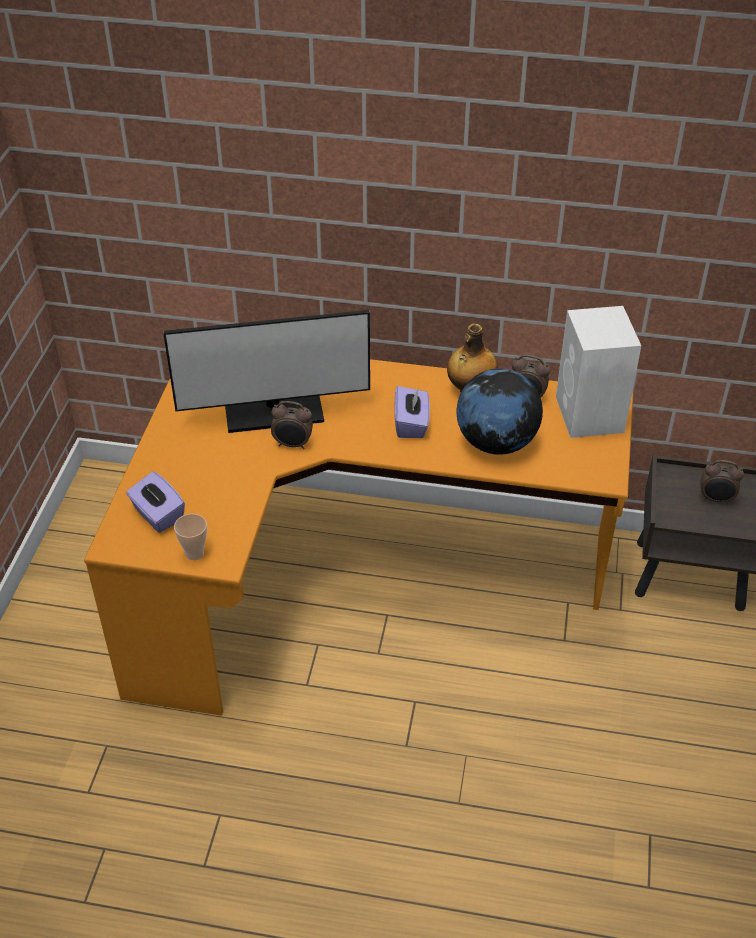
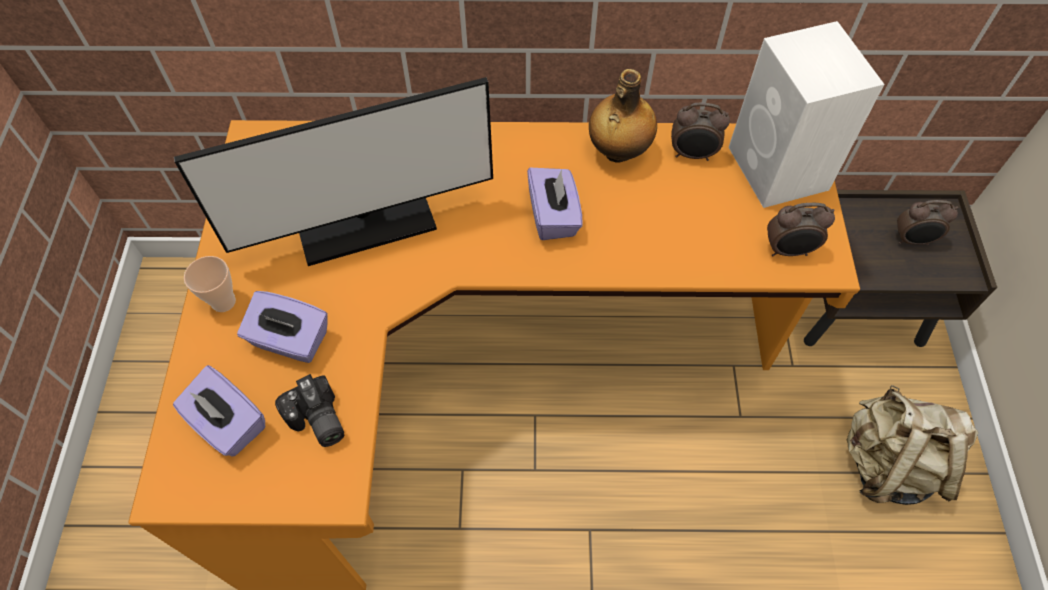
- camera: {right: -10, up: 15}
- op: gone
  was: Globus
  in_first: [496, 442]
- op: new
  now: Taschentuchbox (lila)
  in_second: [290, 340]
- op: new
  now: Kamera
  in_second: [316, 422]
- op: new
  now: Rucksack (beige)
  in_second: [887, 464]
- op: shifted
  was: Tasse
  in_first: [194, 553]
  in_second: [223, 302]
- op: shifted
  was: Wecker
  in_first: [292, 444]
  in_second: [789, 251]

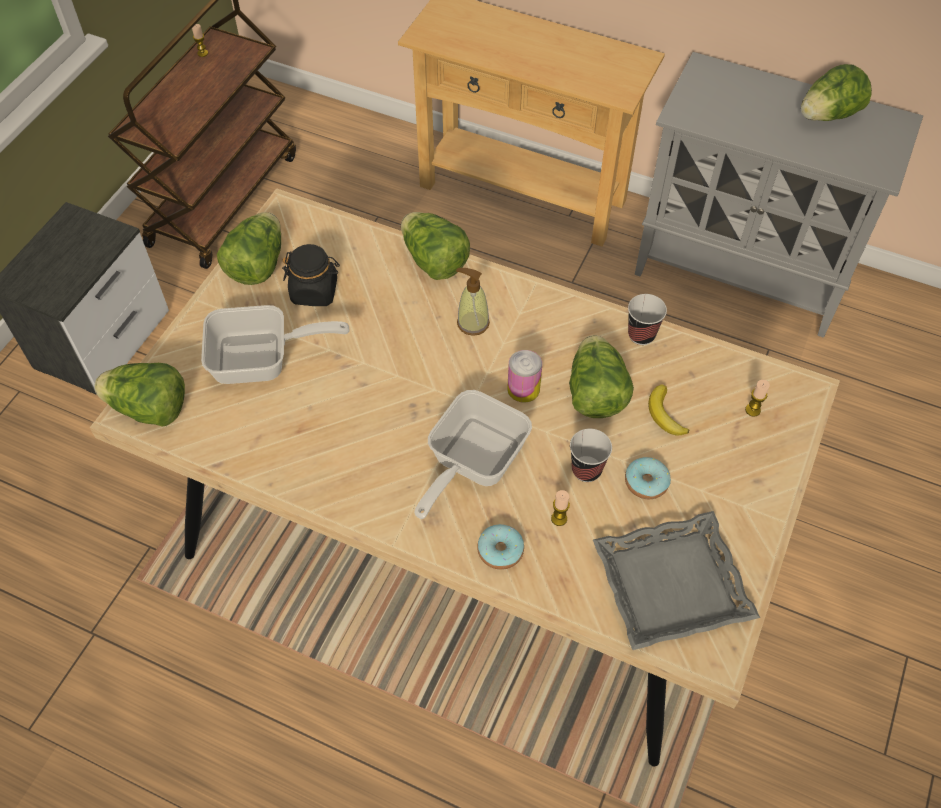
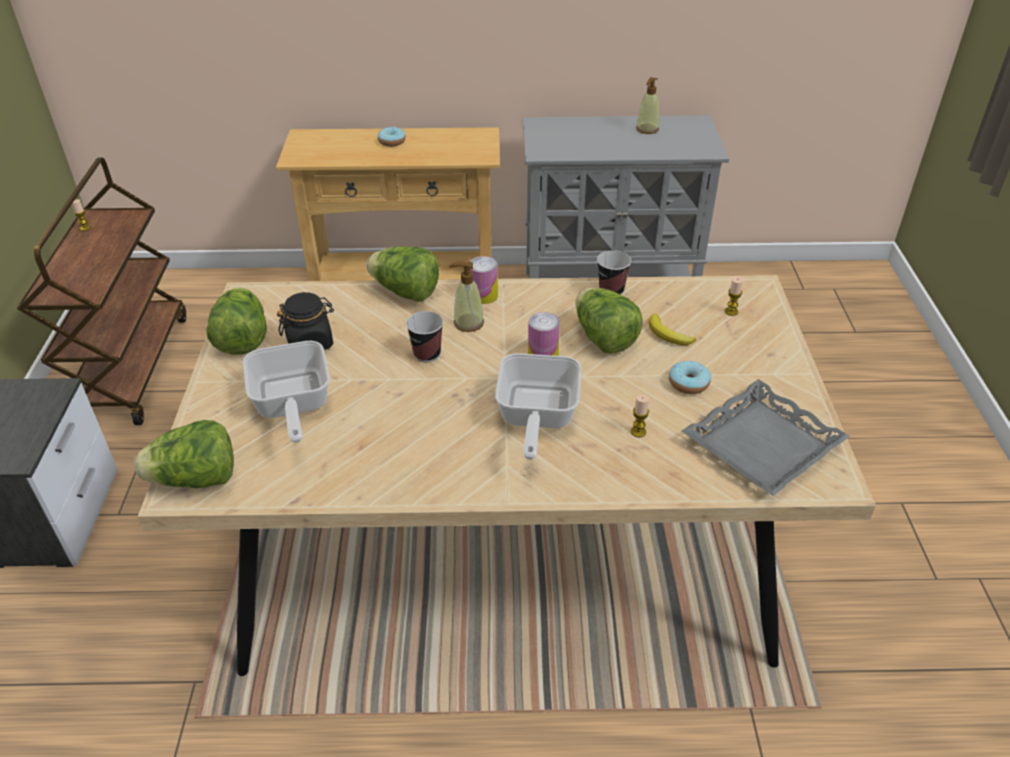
- camera: {right: -25, up: -15}
- op: new
  now: Dose
  in_second: [483, 295]
- op: shifted
  was: Donut
  in_first: [500, 551]
  in_second: [392, 142]
- op: shifted
  was: Tasse
  in_first: [586, 470]
  in_second: [427, 354]
- op: swapped
  was: Salatkopf
  now: Seifenspender
  in_first: [828, 115]
  in_second: [647, 129]
- op: rotated
  was: Pfanne
  in_first: [262, 361]
  in_second: [291, 406]
  clockwise: 105

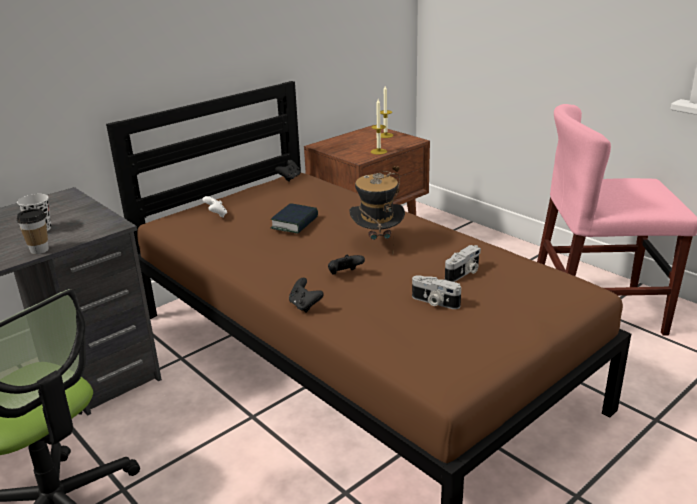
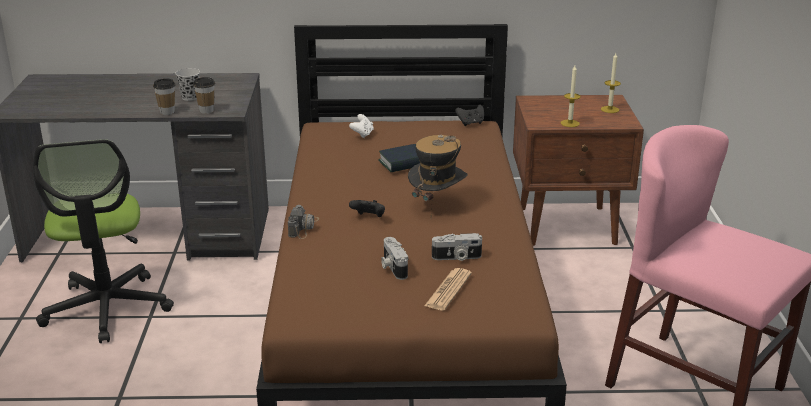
- camera: {right: 40, up: 0}
- op: new
  now: Tasse
  in_second: [206, 111]
- op: new
  now: Zeitung
  in_second: [448, 290]
- op: swapped
  was: Gamepad (schwarz)
  now: Kamera
  in_first: [305, 306]
  in_second: [303, 227]

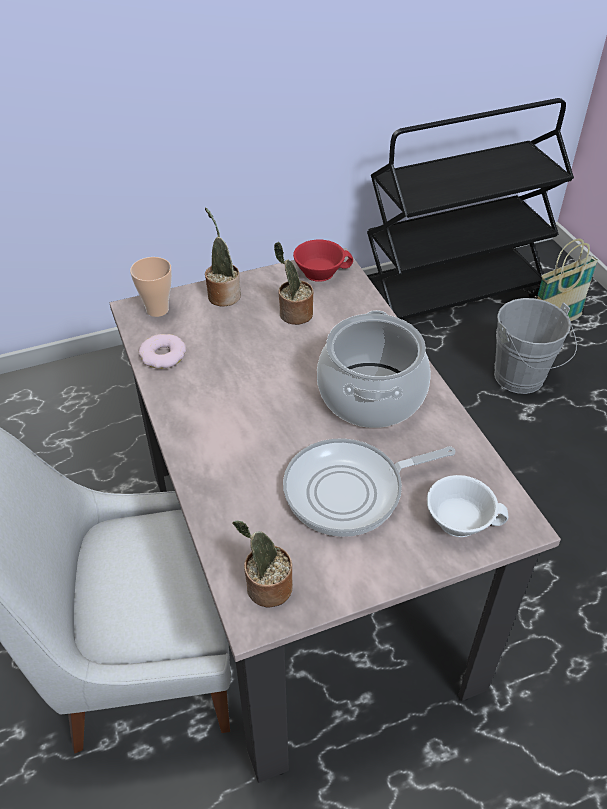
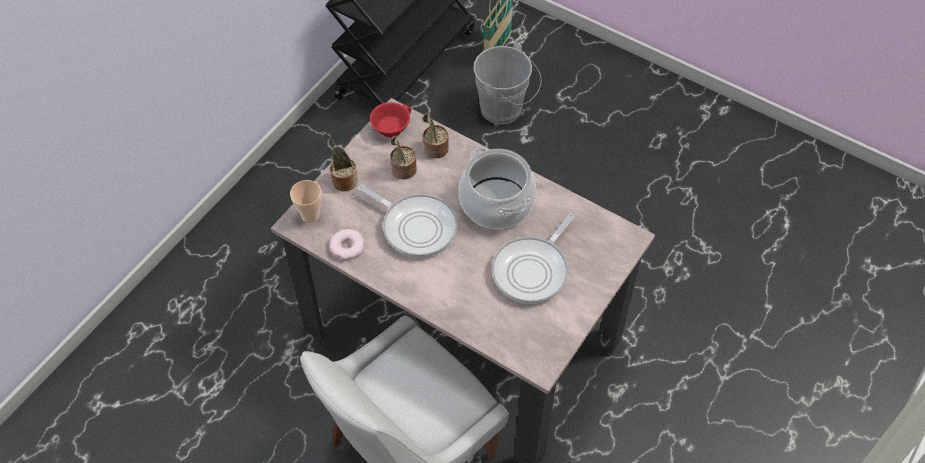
- camera: {right: -35, up: 10}
- op: gone
  was: Tasse (weiß)
  in_first: [460, 518]
- op: new
  now: Pfanne
  in_second: [416, 226]
- op: shifted
  was: Topfpflanze
  in_first: [266, 588]
  in_second: [434, 150]

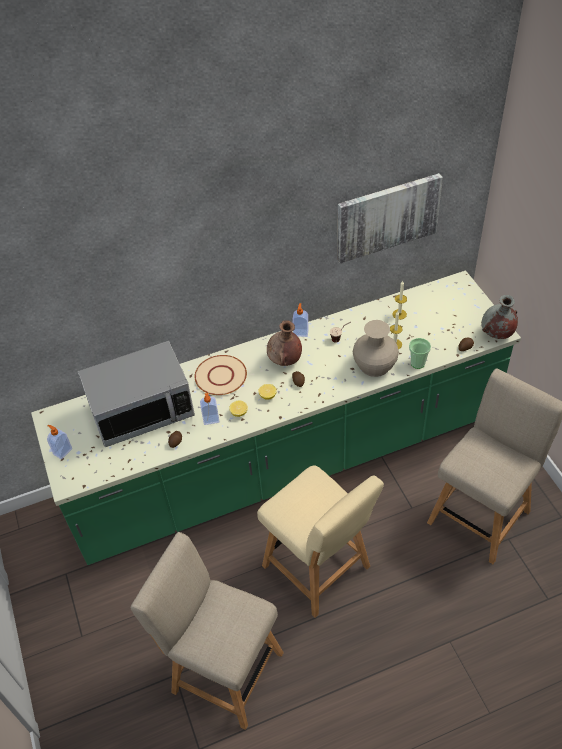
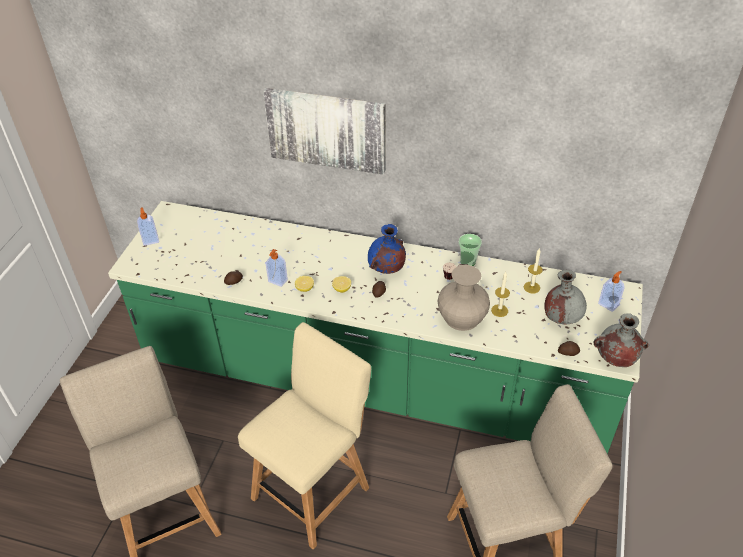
- camera: {right: 35, up: -5}
- op: gone
  was: Mikrowelle
  in_first: [142, 410]
- op: gone
  was: Teller (beige)
  in_first: [220, 376]
- op: new
  now: Vase (grau)
  in_second: [562, 318]
- op: shifted
  was: Seifenspender
  in_first: [300, 332]
  in_second: [608, 304]
- op: shifted
  was: Bild
  in_first: [387, 216]
  in_second: [326, 129]
- op: shifted
  was: Tasse
  in_first: [417, 363]
  in_second: [468, 261]
- op: repainted
  was: Vase (braun)
  now: Vase (blau)
  in_first: [285, 360]
  in_second: [386, 269]
- op: rotated
  was: Stuhl (beige)
  in_first: [319, 570]
  in_second: [314, 489]
  clockwise: -135

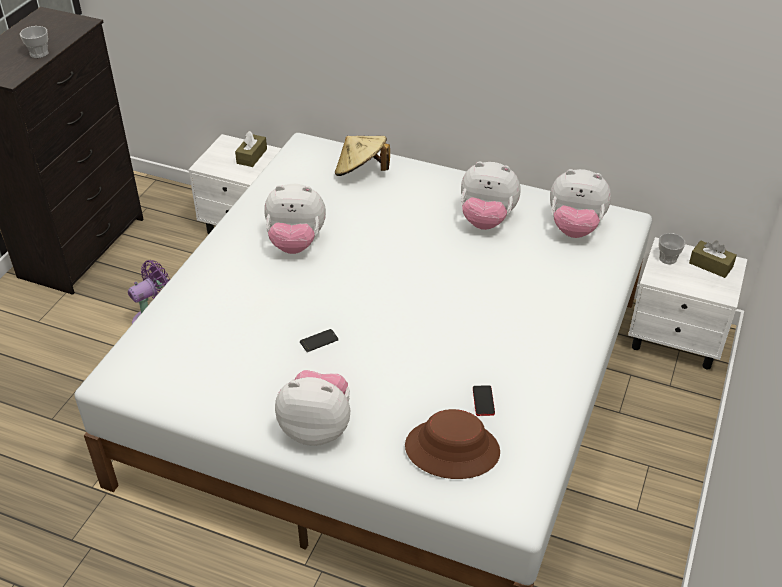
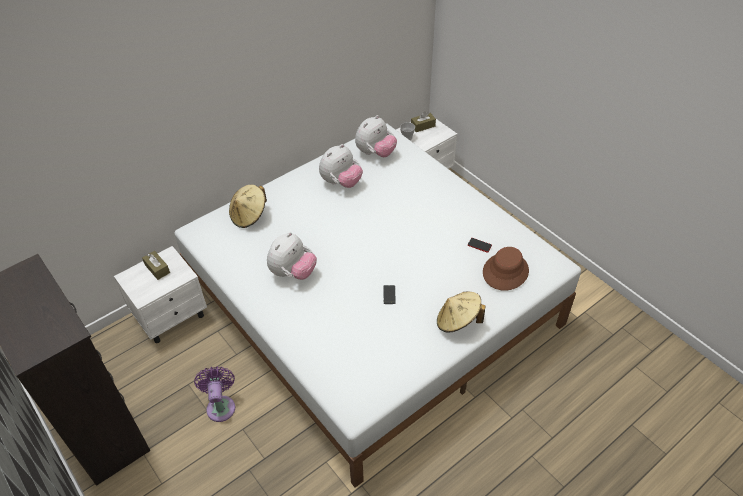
- camera: {right: -60, up: 5}
- op: gone
  was: Tasse
  in_first: [39, 53]
- op: swapped
  was: Plüschtier
  now: Hut (beige)
  in_first: [317, 427]
  in_second: [457, 321]

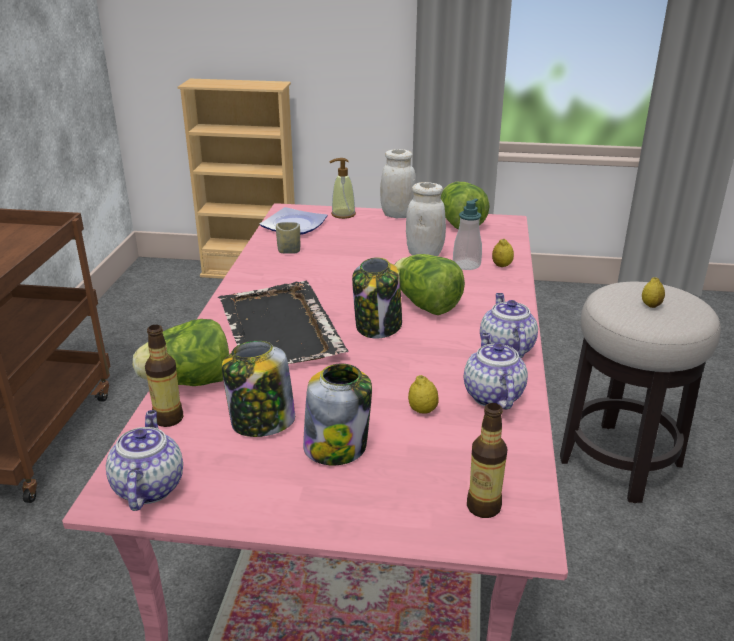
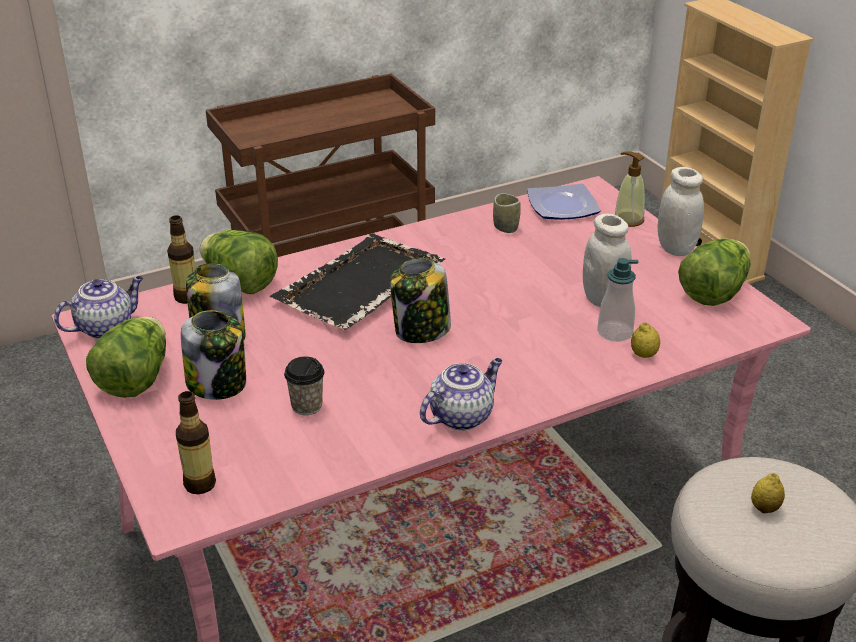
- camera: {right: 55, up: 5}
- op: gone
  was: Teekanne
  in_first: [492, 395]
- op: shifted
  was: Salatkopf
  in_first: [425, 305]
  in_second: [135, 379]
- op: swapped
  was: Zitrone
  now: Tasse
  in_first: [422, 410]
  in_second: [306, 406]

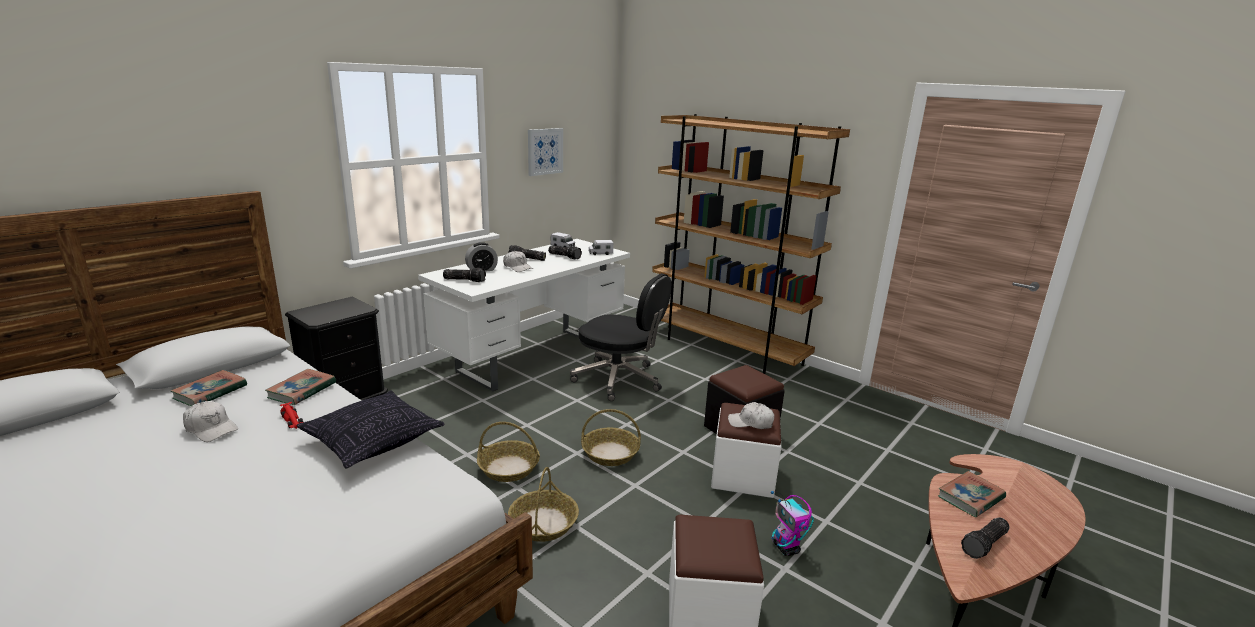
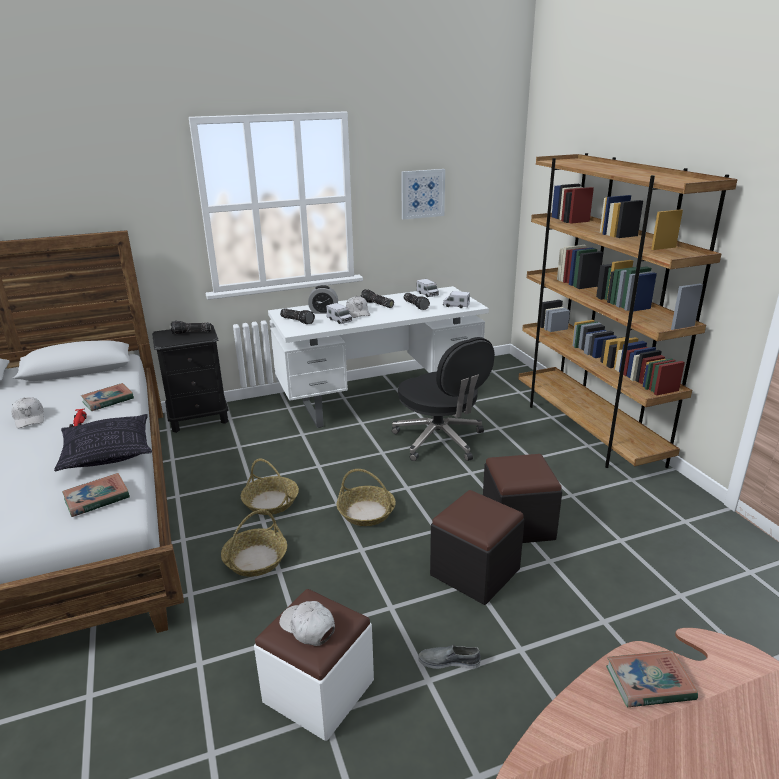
- camera: {right: 30, up: 5}
- op: new
  now: Spielzeuglaster
  in_second: [339, 320]
- op: shifted
  was: Buch
  in_first: [210, 392]
  in_second: [97, 498]
- op: shifted
  was: Kappe (weiß)
  in_first: [750, 423]
  in_second: [308, 628]
- op: shifted
  was: Taschenlampe
  in_first: [985, 545]
  in_second: [191, 333]
- op: swapped
  was: Spielzeugroboter
  now: Schuh (grau)
  in_first: [786, 548]
  in_second: [449, 661]
- op: repainted
  was: Polsterhocker (weiß)
  now: Polsterhocker (schwarz)
  in_first: [743, 475]
  in_second: [475, 572]

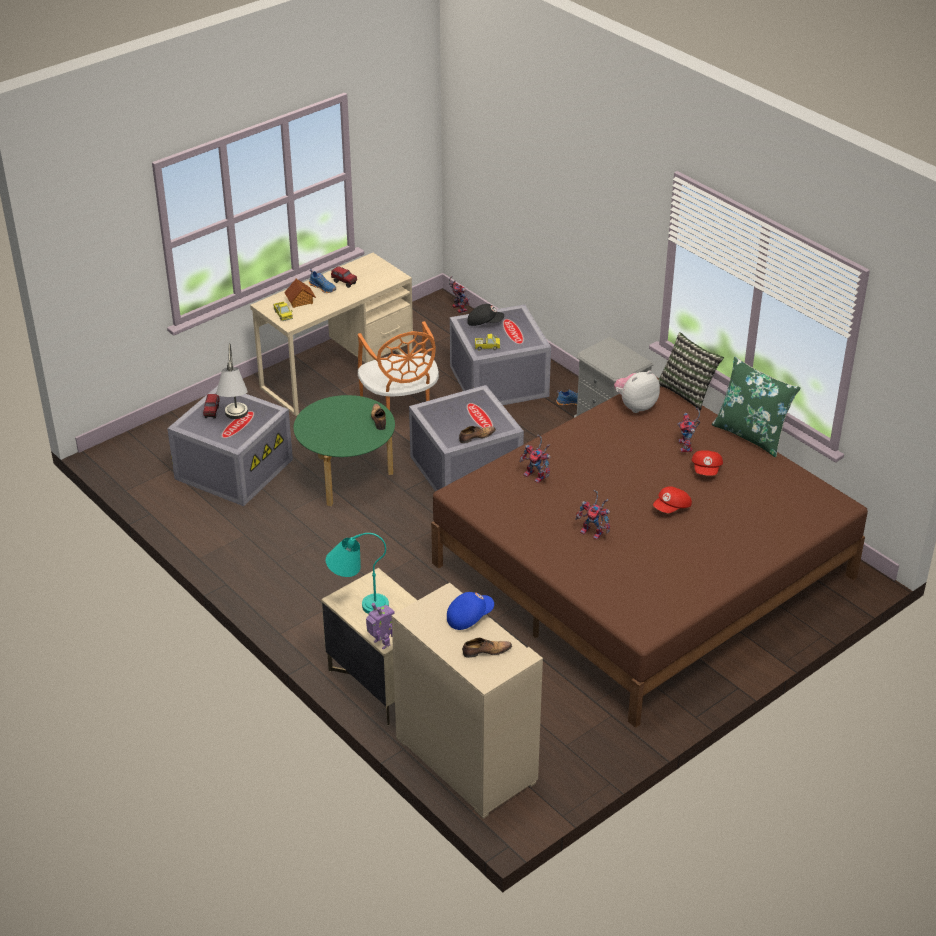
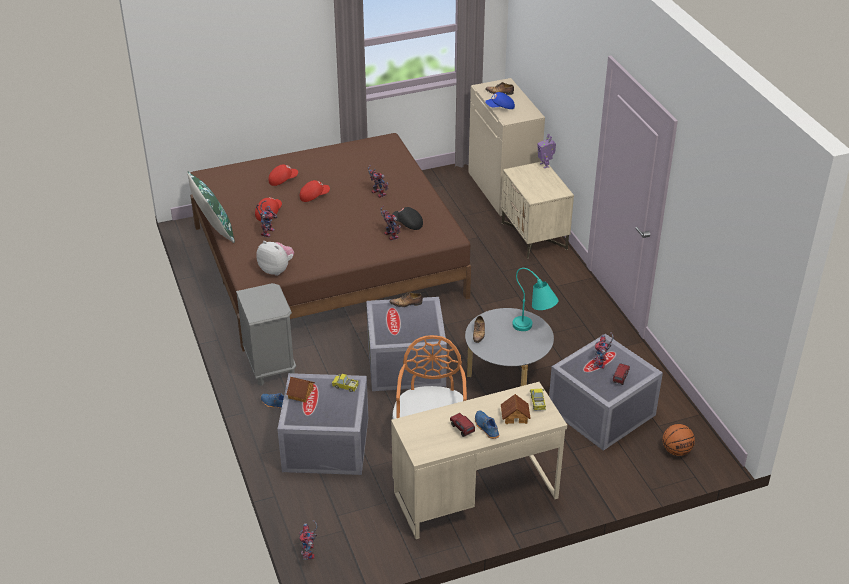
- camera: {right: -160, up: 0}
- op: gone
  was: Kissen
  in_first: [687, 392]
- op: new
  now: Kappe (rot)
  in_second: [282, 180]
- op: new
  now: Spielzeughaus
  in_second: [301, 393]
- op: new
  now: Basketball
  in_second: [676, 451]
- op: shifted
  was: Tischlampe (türkis)
  in_first: [357, 602]
  in_second: [534, 329]
- op: shifted
  was: Kappe (schwarz)
  in_first: [484, 322]
  in_second: [407, 224]
- op: swapped
  was: Tischlampe (grau)
  now: Spielzeugroboter
  in_first: [235, 421]
  in_second: [601, 364]
- op: repainted
  was: Couchtisch (grün)
  now: Couchtisch (grau)
  in_first: [347, 478]
  in_second: [507, 380]
- op: rotated
  was: Plüschtier
  in_first: [635, 406]
  in_second: [276, 269]
  clockwise: -135

